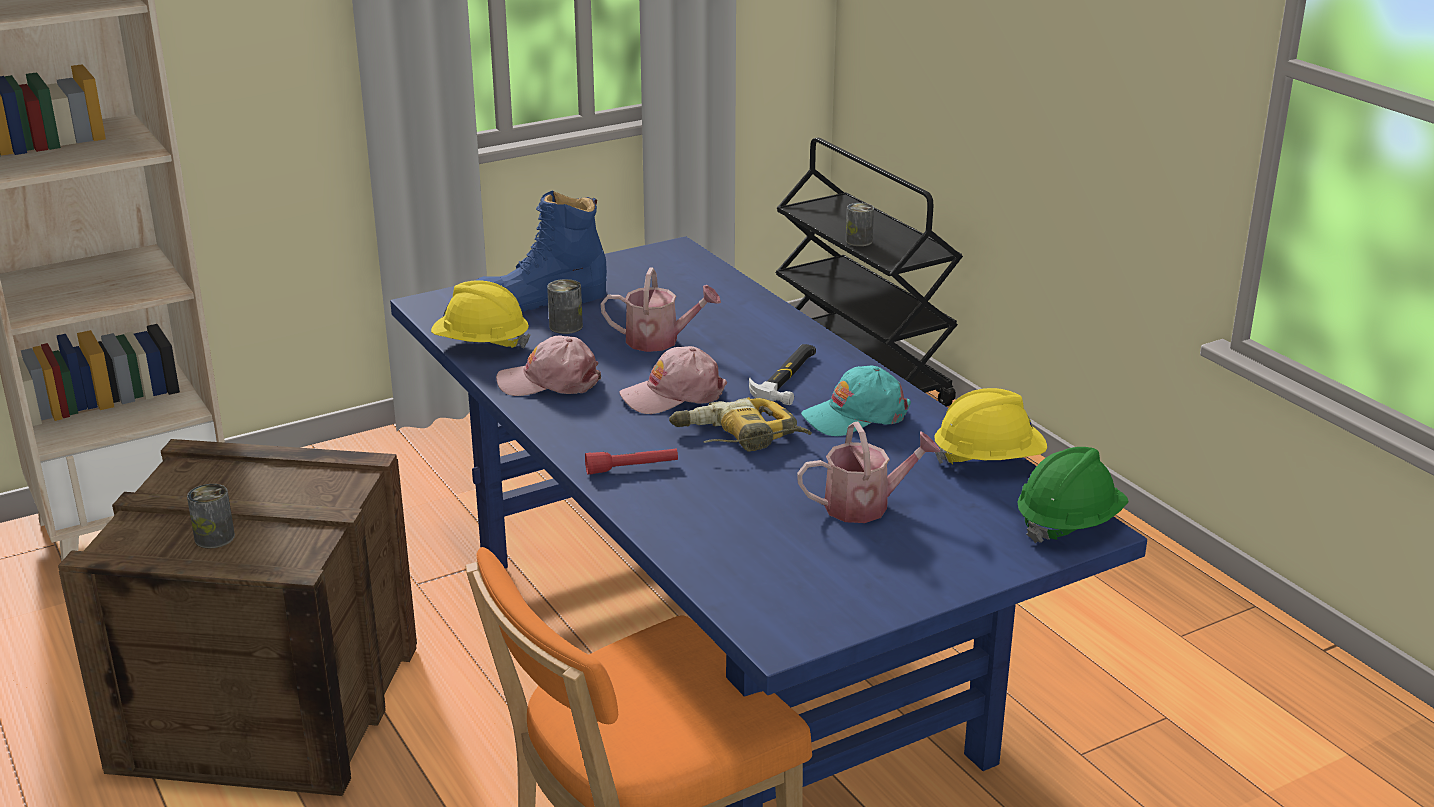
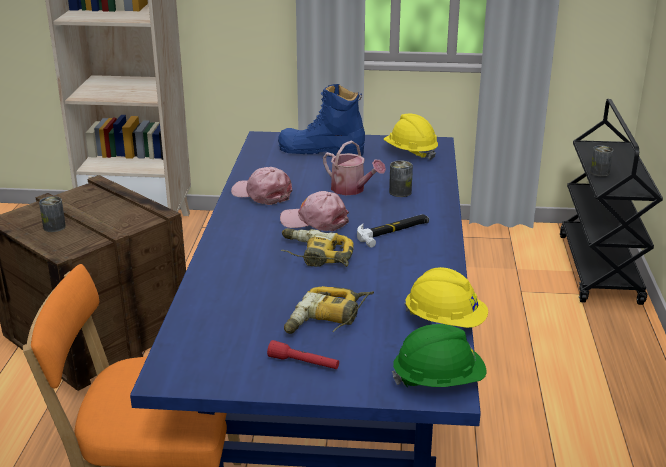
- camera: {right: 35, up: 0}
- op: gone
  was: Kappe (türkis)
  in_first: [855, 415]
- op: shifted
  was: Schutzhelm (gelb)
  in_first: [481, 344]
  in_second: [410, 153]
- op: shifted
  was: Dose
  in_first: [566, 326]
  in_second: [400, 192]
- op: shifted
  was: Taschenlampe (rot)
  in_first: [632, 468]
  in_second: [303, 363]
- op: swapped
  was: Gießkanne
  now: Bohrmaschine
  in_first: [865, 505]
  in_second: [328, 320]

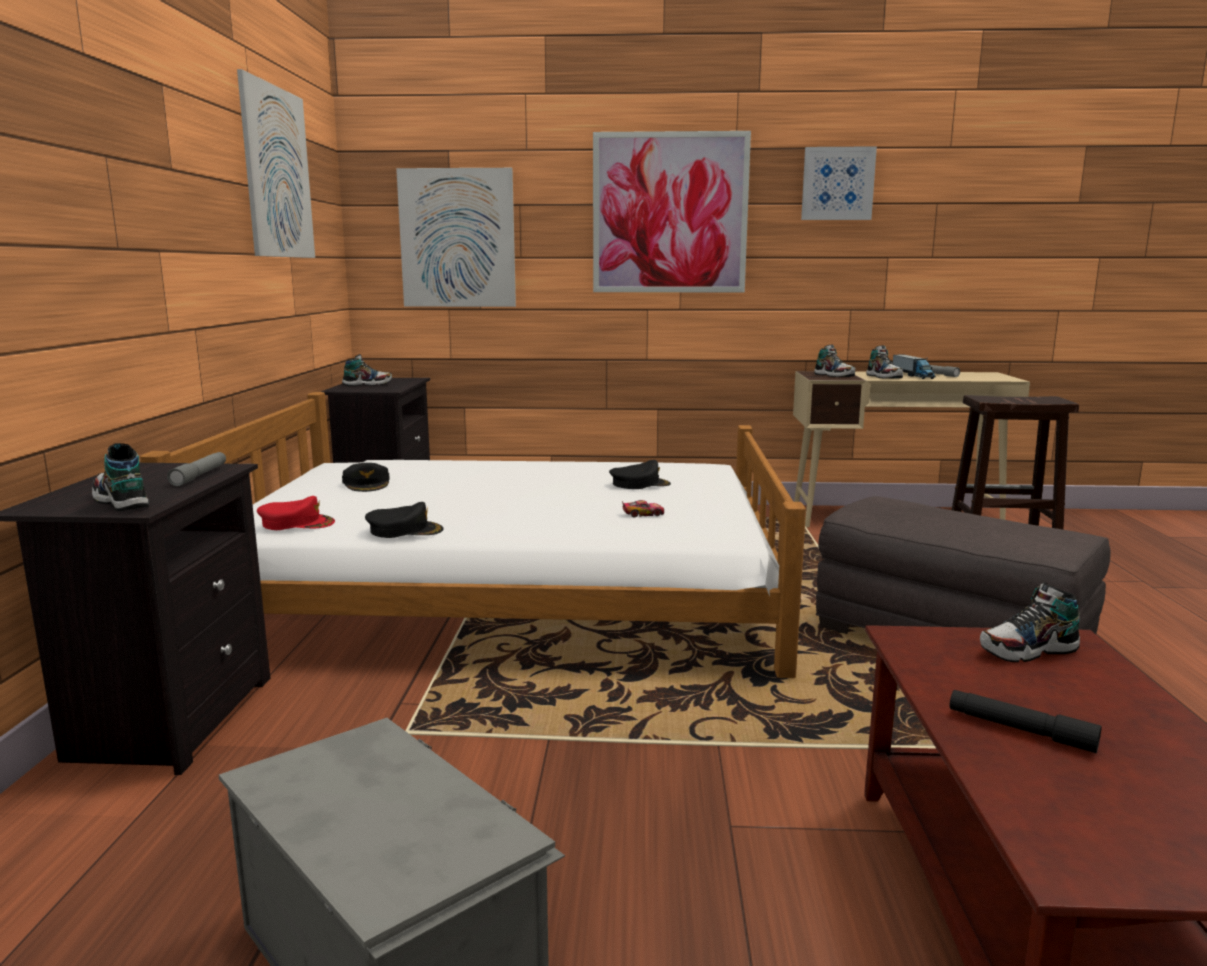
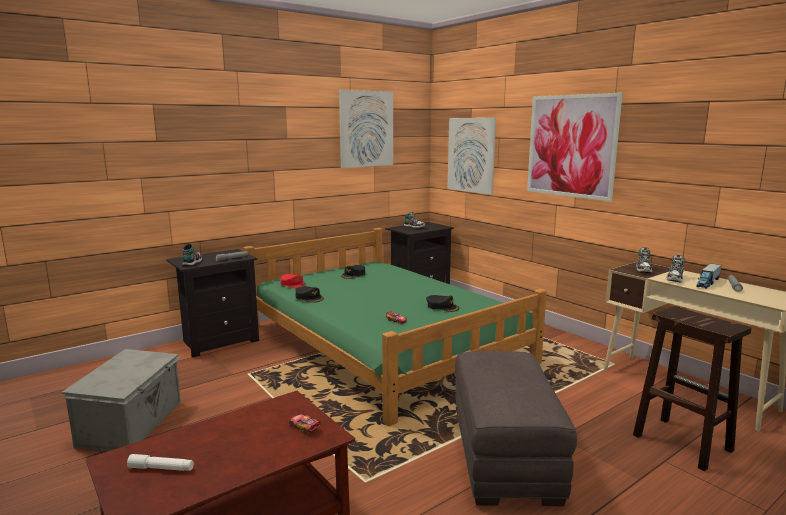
- camera: {right: 50, up: 0}
- op: gone
  was: Bild
  in_first: [837, 184]
- op: gone
  was: Taschenlampe (schwarz)
  in_first: [1020, 730]
- op: new
  now: Taschenlampe (weiß)
  in_second: [161, 468]
- op: swapped
  was: Schuh
  now: Spielzeugauto
  in_first: [1028, 651]
  in_second: [304, 427]
- op: repainted
  was: Bett (weiß)
  now: Bett (grün)
  in_first: [512, 592]
  in_second: [383, 343]

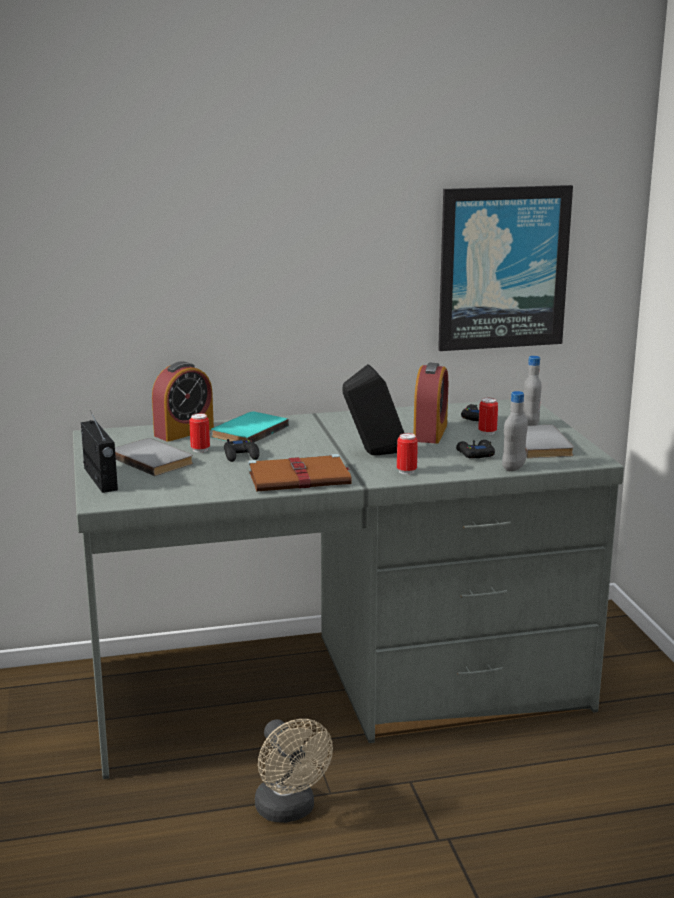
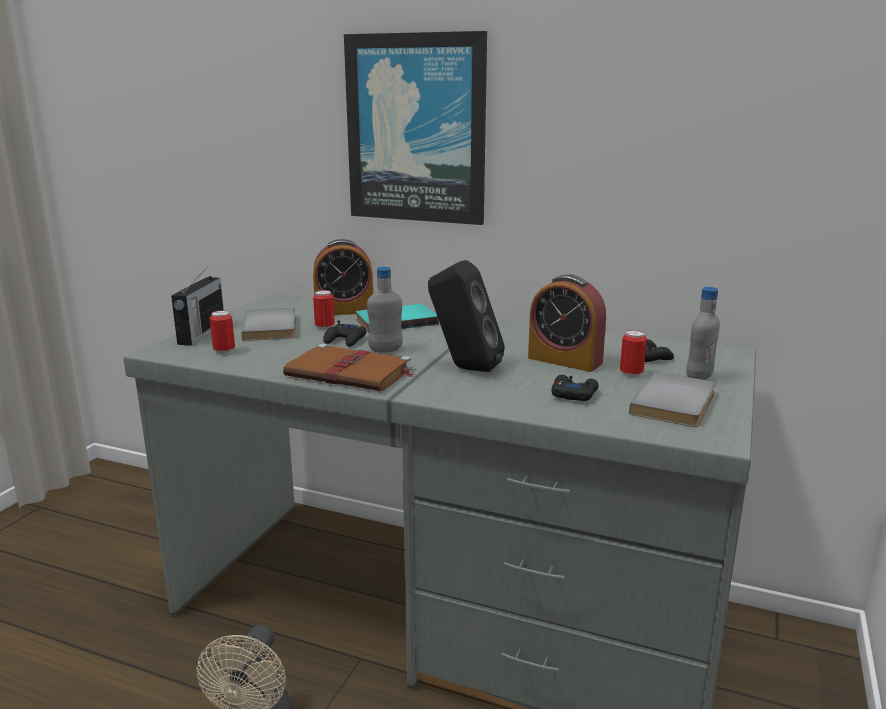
- camera: {right: 35, up: 0}
- op: shifted
  was: Dose
  in_first: [406, 471]
  in_second: [224, 351]
- op: shifted
  was: Bild
  in_first: [503, 268]
  in_second: [416, 129]
- op: shifted
  was: Flasche (grau)
  in_first: [513, 468]
  in_second: [385, 350]
- op: rotated
  was: Wecker
  in_first: [430, 433]
  in_second: [565, 360]
  clockwise: 75

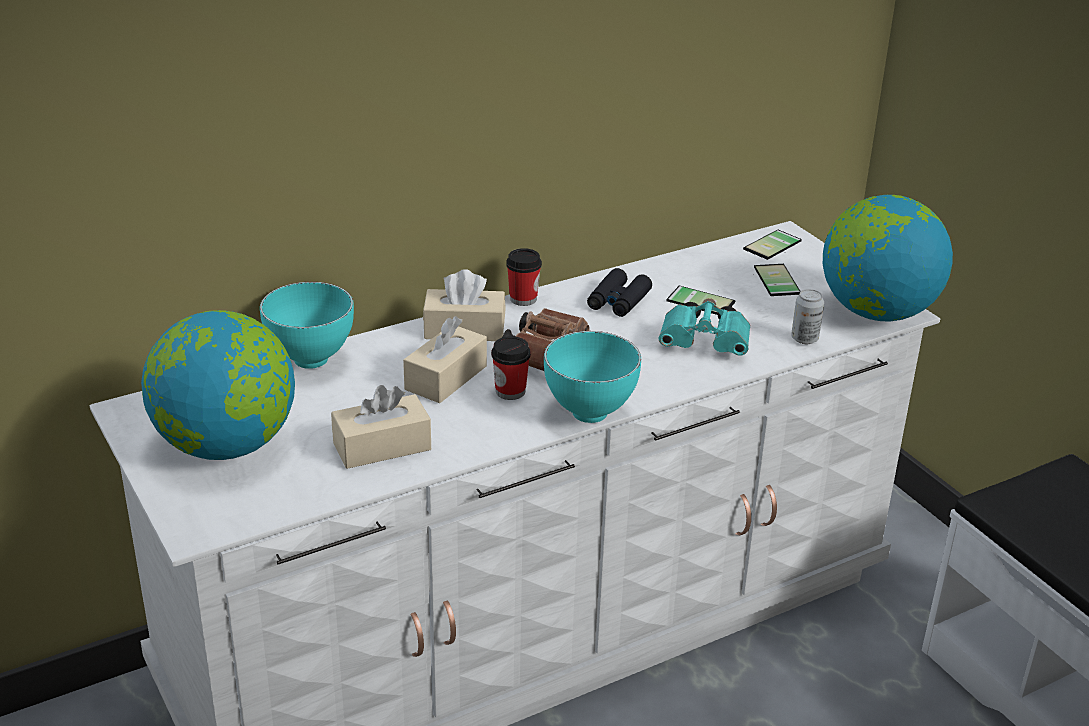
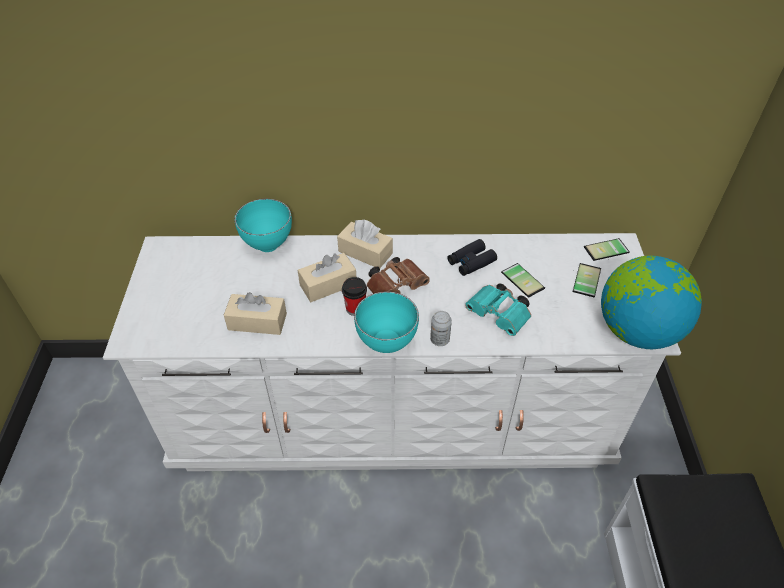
- camera: {right: 30, up: 15}
- op: gone
  was: Globus
  in_first: [227, 446]
- op: gone
  was: Tasse
  in_first: [523, 299]
- op: shifted
  was: Dose
  in_first: [804, 339]
  in_second: [439, 340]

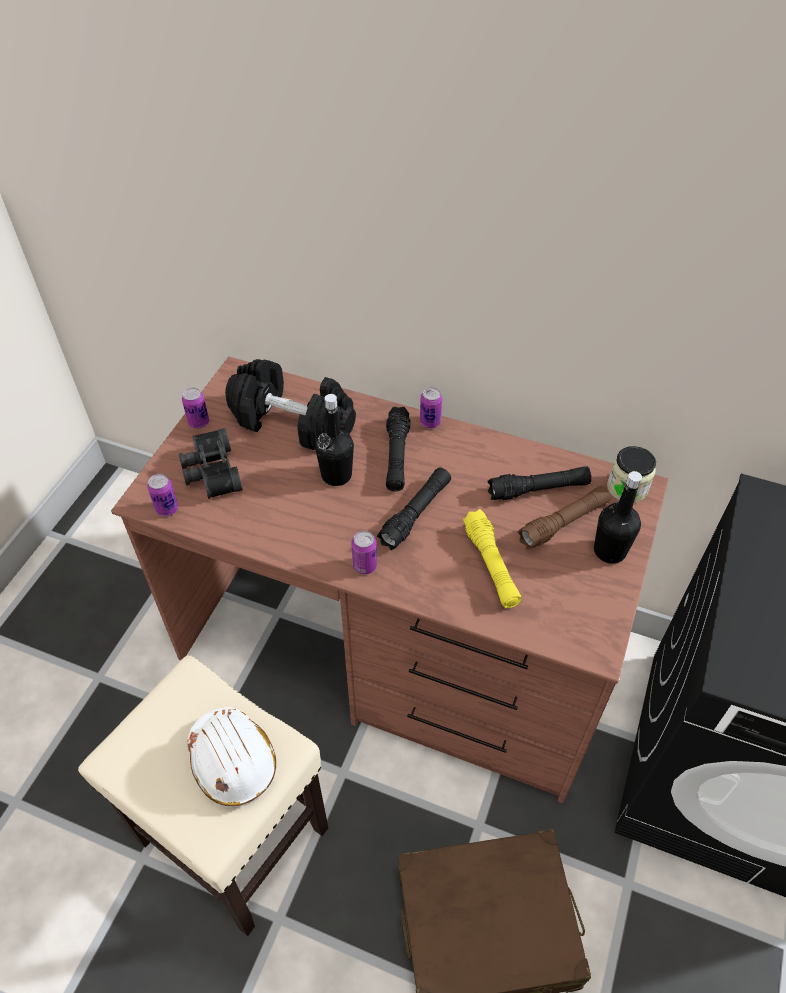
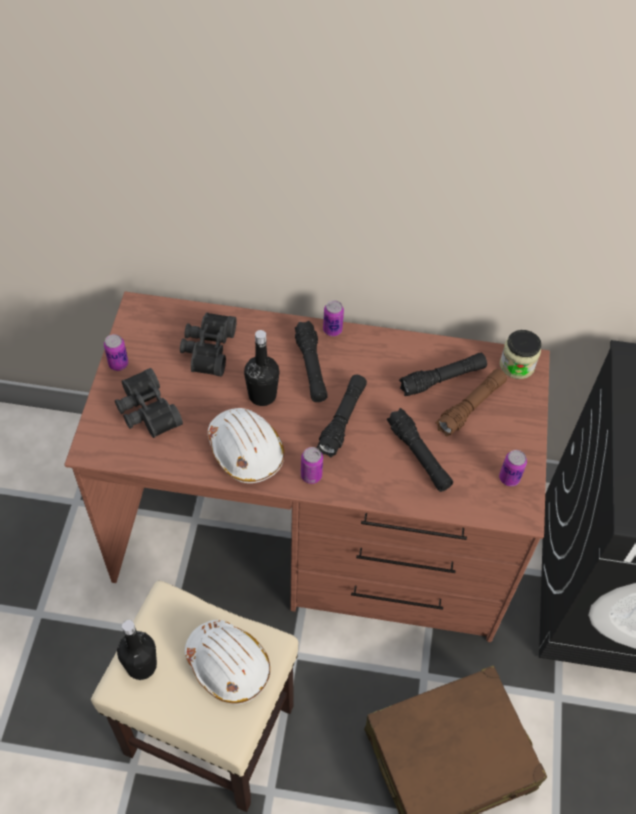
- camera: {right: -15, up: 5}
- op: new
  now: Schutzhelm (weiß)
  in_second: [246, 451]
- op: shifted
  was: Dose
  in_first: [167, 509]
  in_second: [509, 478]
- op: shifted
  was: Flasche (schwarz)
  in_first: [609, 551]
  in_second: [141, 665]
- op: swapped
  was: Hantel (schwarz)
  now: Fernglas (schwarz)
  in_first: [293, 422]
  in_second: [207, 349]
- op: repainted
  was: Taschenlampe (gelb)
  now: Taschenlampe (schwarz)
  in_first: [491, 565]
  in_second: [419, 456]

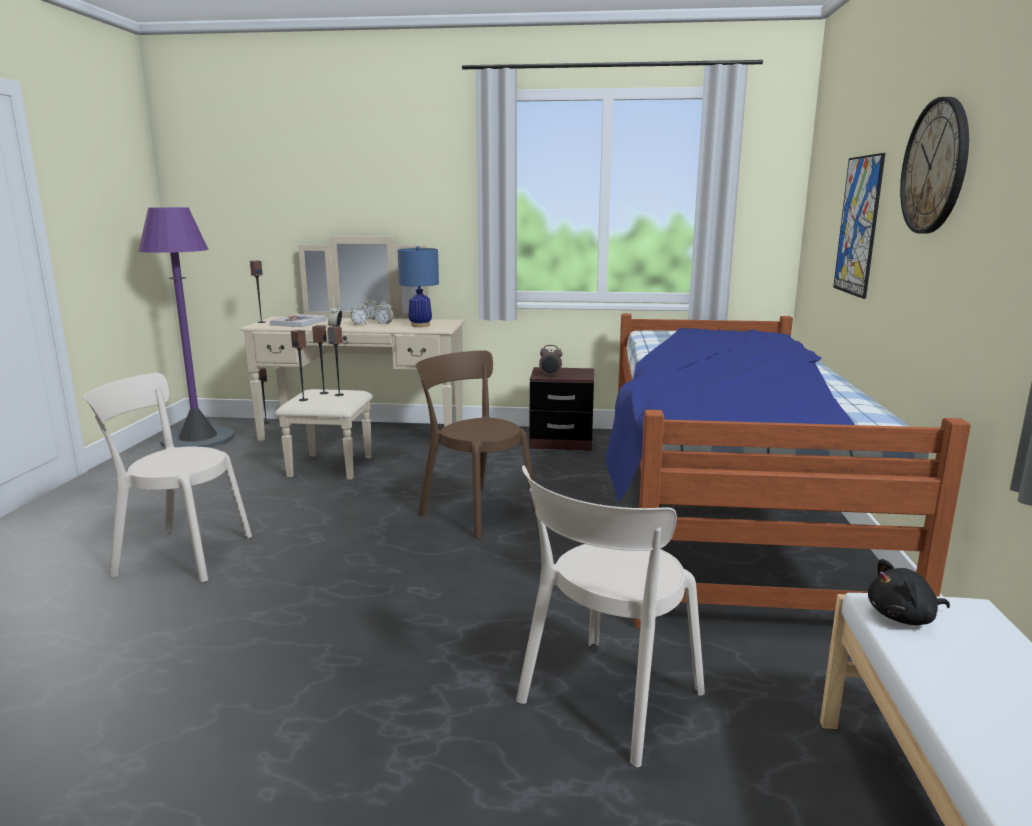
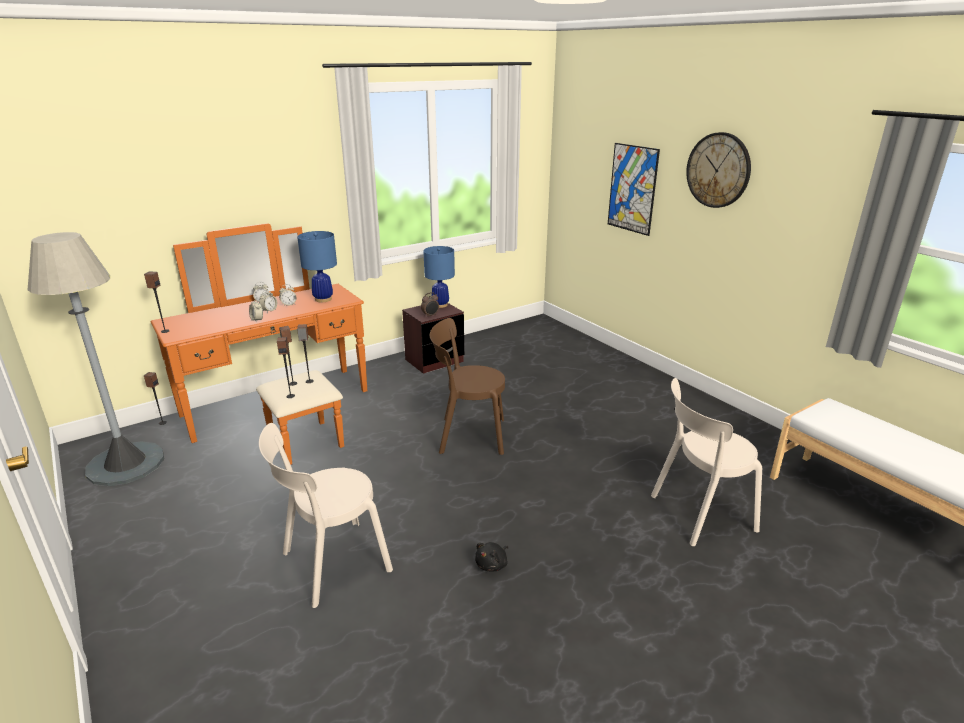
- camera: {right: -40, up: 10}
- op: gone
  was: Buch
  in_first: [299, 322]
- op: gone
  was: Bett
  in_first: [722, 509]
- op: new
  now: Tischlampe (blau)
  in_second: [440, 305]
- op: shifted
  was: Plüschtier (schwarz)
  in_first: [904, 617]
  in_second: [492, 564]
- op: repainted
  was: Stehlampe (lila)
  now: Stehlampe (grau)
  in_first: [198, 439]
  in_second: [125, 464]
- op: repainted
  was: Kommode (beige)
  now: Kommode (orange)
  in_first: [357, 440]
  in_second: [283, 411]
- op: rotated
  was: Stuhl (beige)
  in_first: [606, 701]
  in_second: [698, 514]
  clockwise: 75

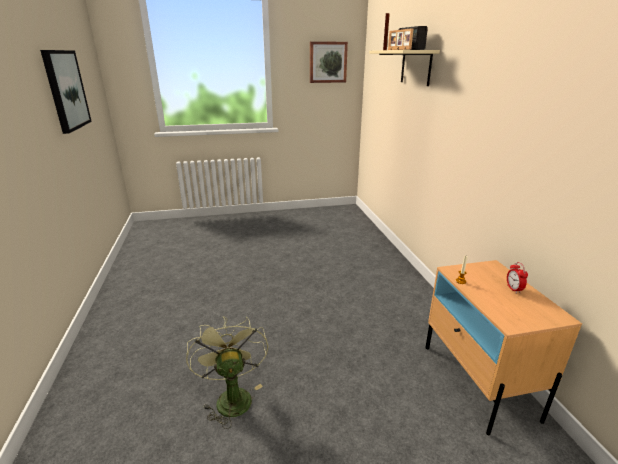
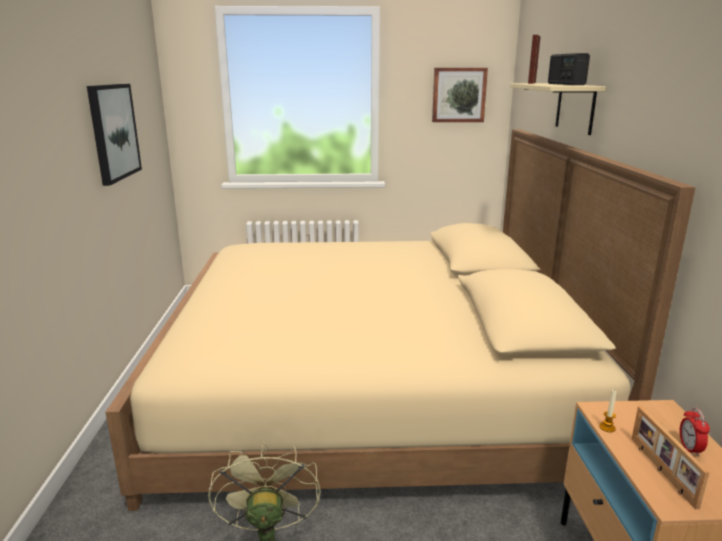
- camera: {right: 10, up: -5}
- op: new
  now: Bett (beige)
  in_second: [370, 383]
- op: shifted
  was: Bilderrahmen
  in_first: [398, 49]
  in_second: [661, 471]

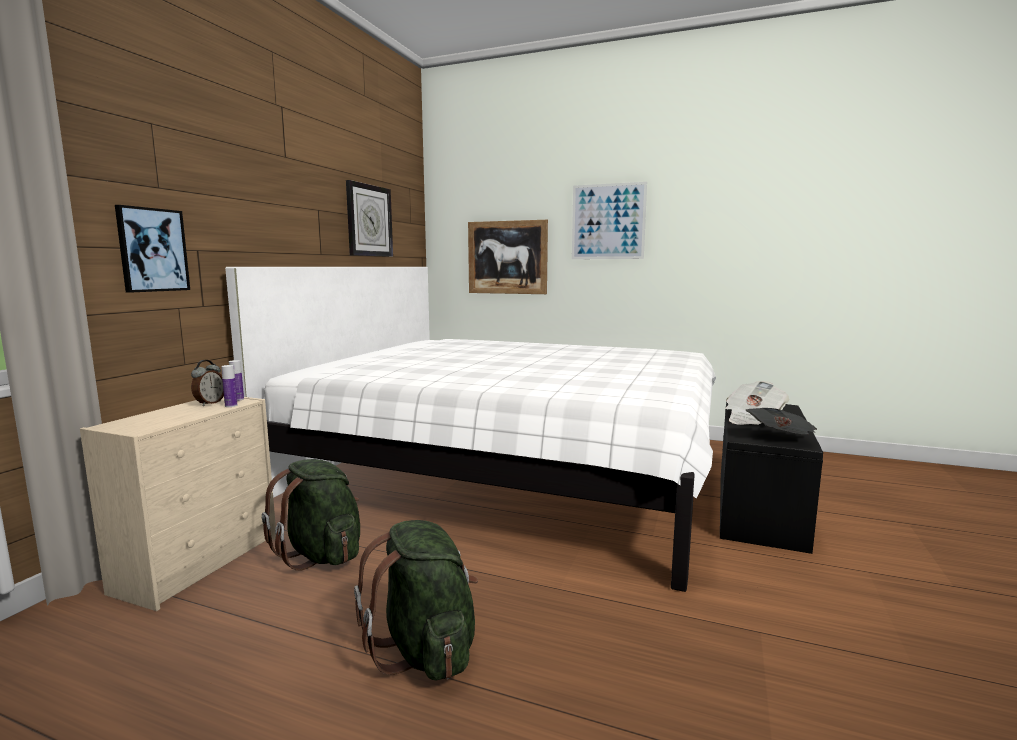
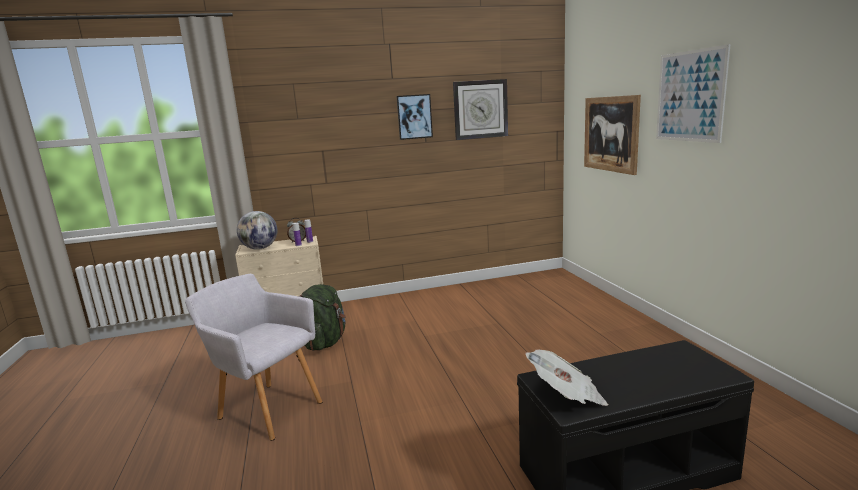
- camera: {right: 55, up: 5}
- op: gone
  was: Bett (weiß)
  in_first: [509, 472]
- op: gone
  was: Zeitung
  in_first: [752, 419]
- op: new
  now: Globus
  in_second: [260, 248]
- op: shifted
  was: Bild
  in_first: [152, 250]
  in_second: [414, 116]
- op: swapped
  was: Rucksack (grün)
  now: Sessel (grau)
  in_first: [425, 649]
  in_second: [267, 408]

